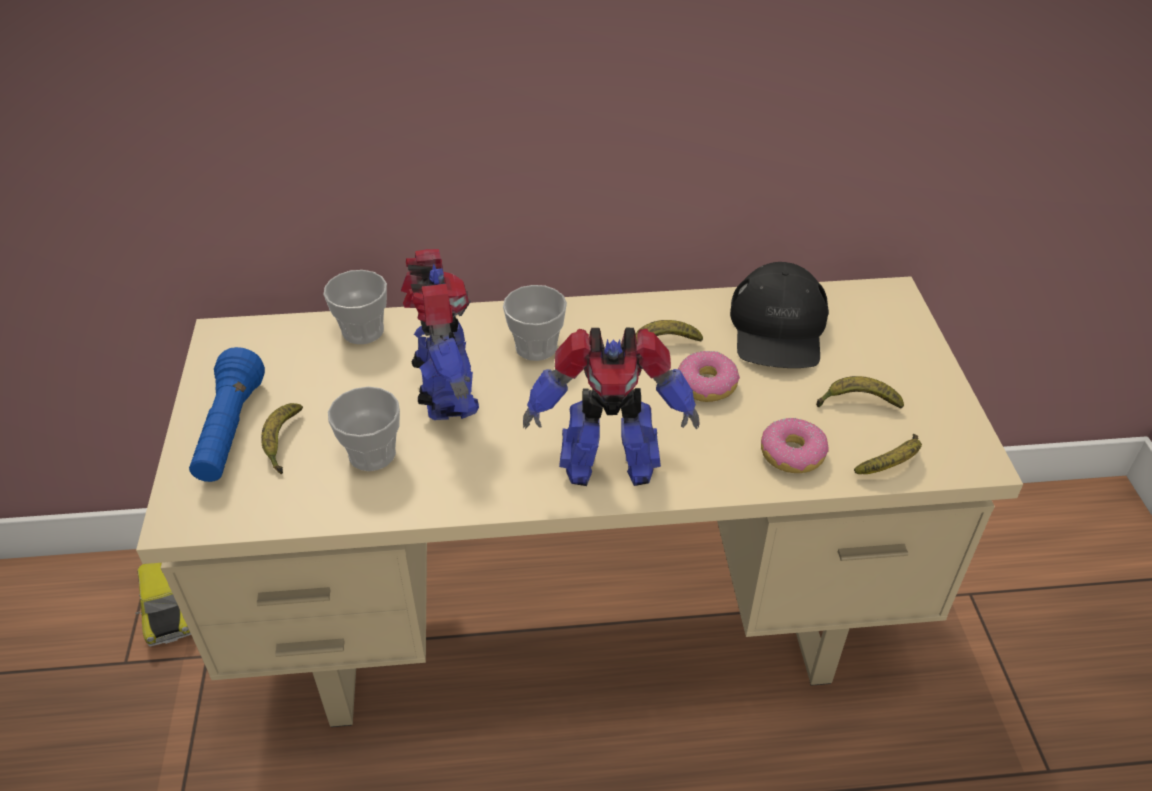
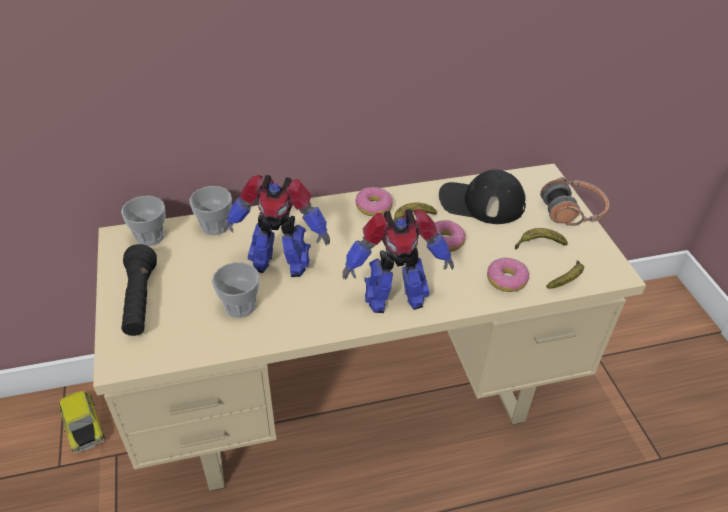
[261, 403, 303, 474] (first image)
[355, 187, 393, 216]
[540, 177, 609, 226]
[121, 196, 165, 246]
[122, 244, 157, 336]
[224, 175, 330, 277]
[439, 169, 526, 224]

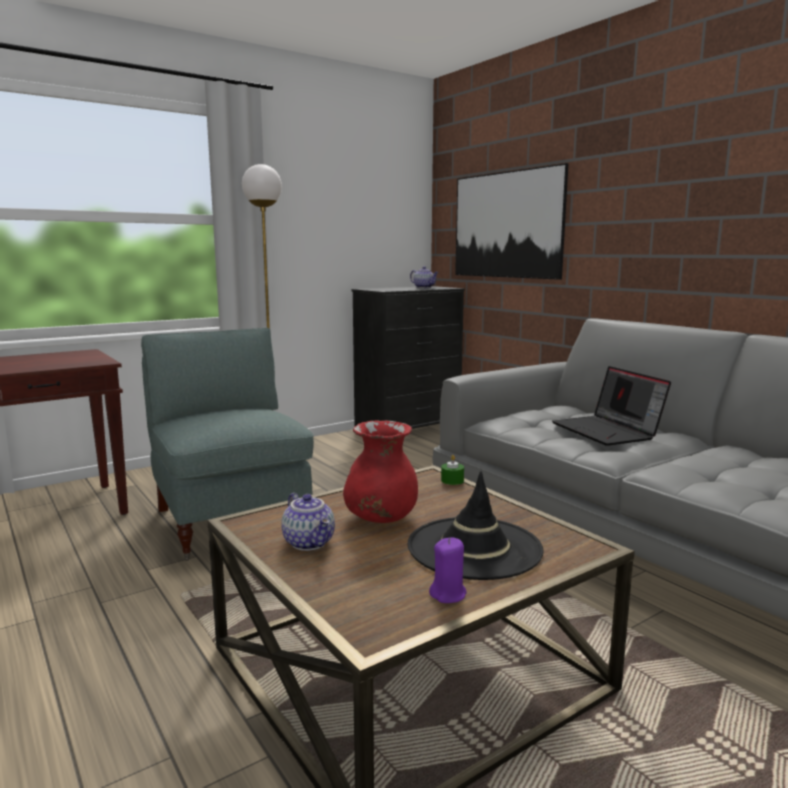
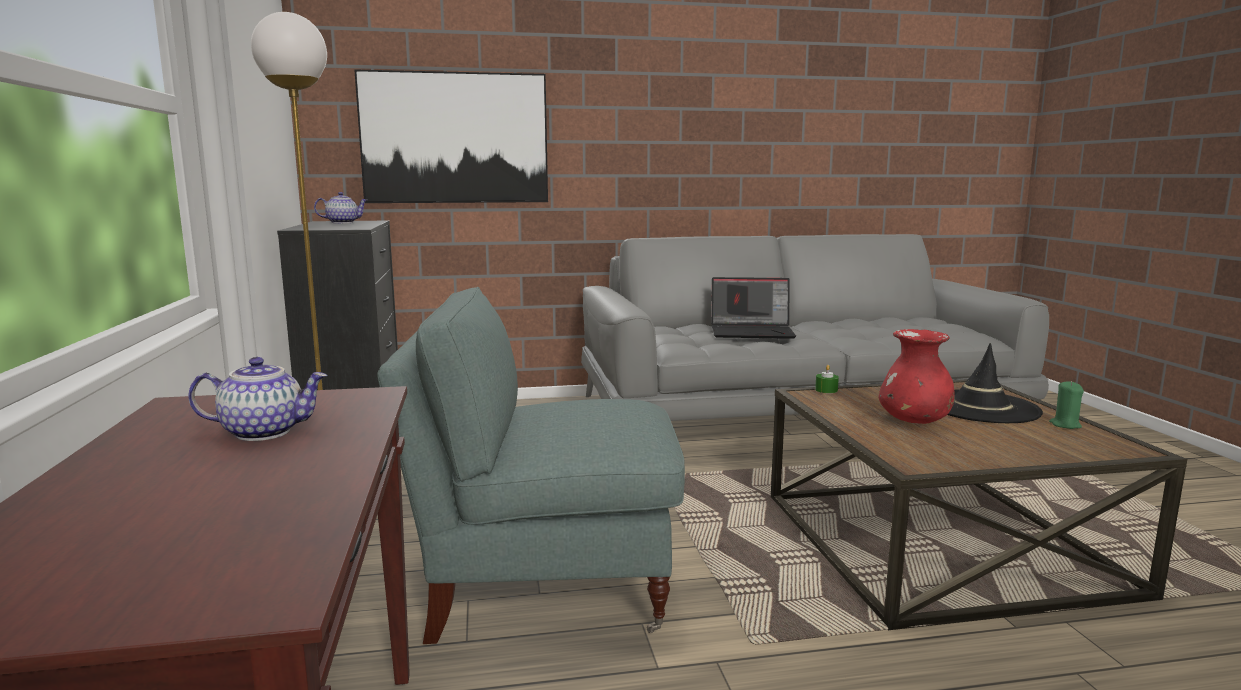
[188, 357, 328, 441]
[1049, 381, 1084, 429]

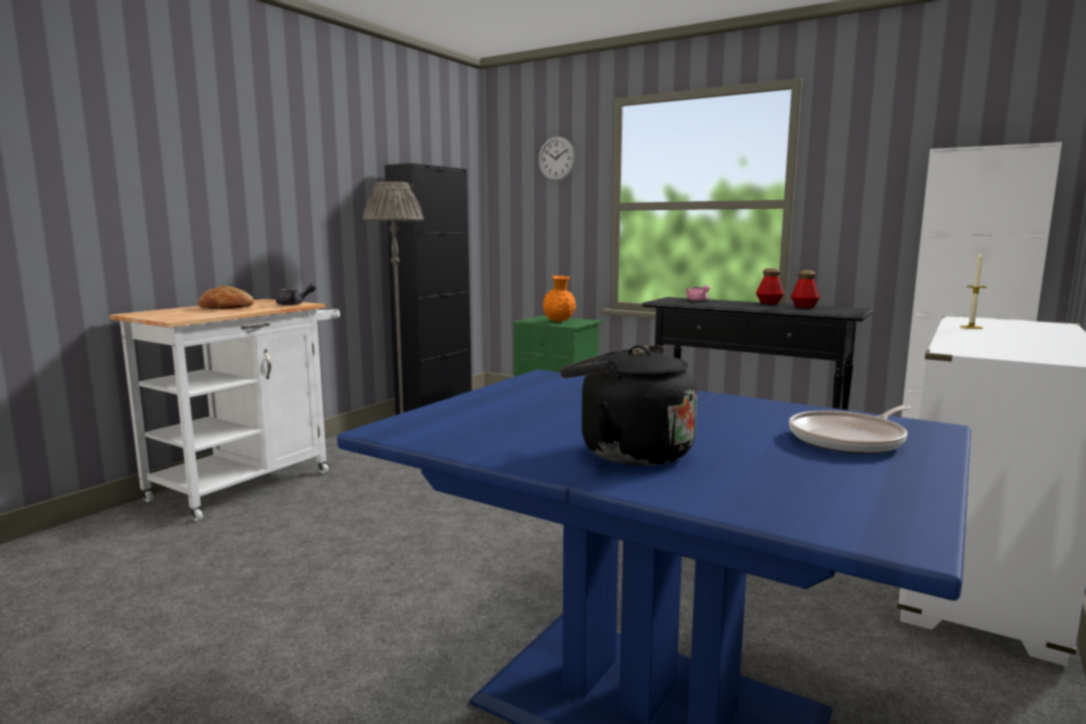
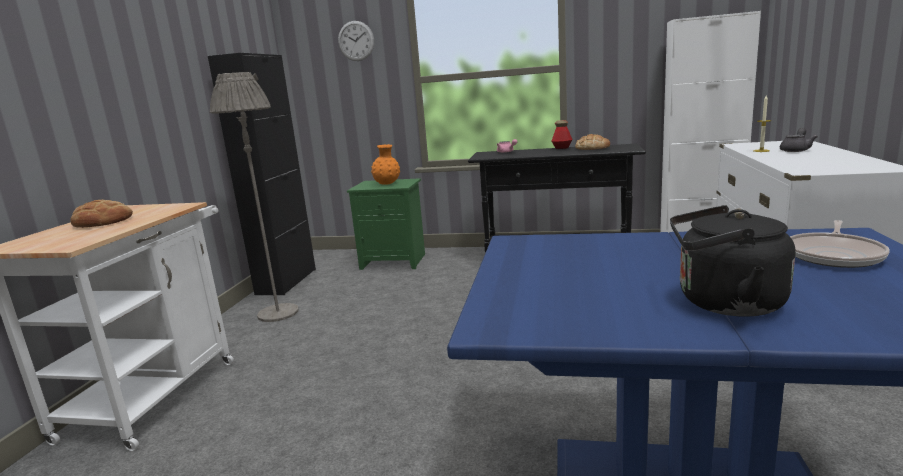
[780, 128, 818, 152]
[575, 134, 610, 150]

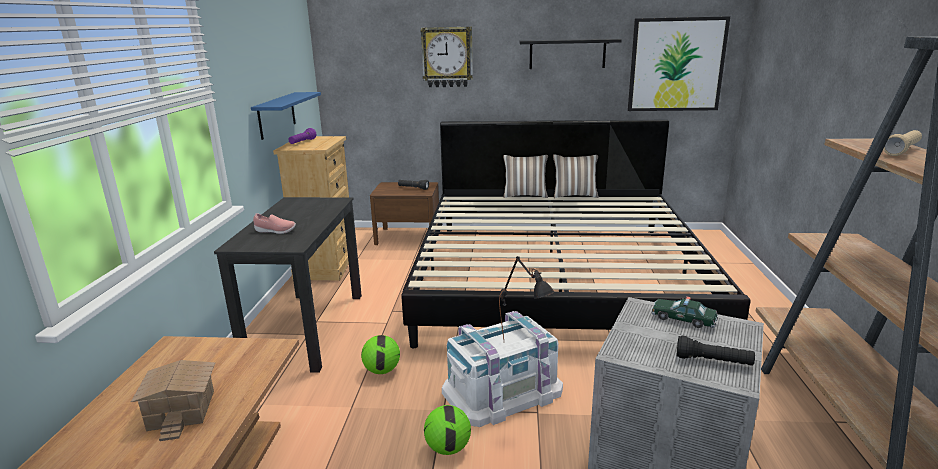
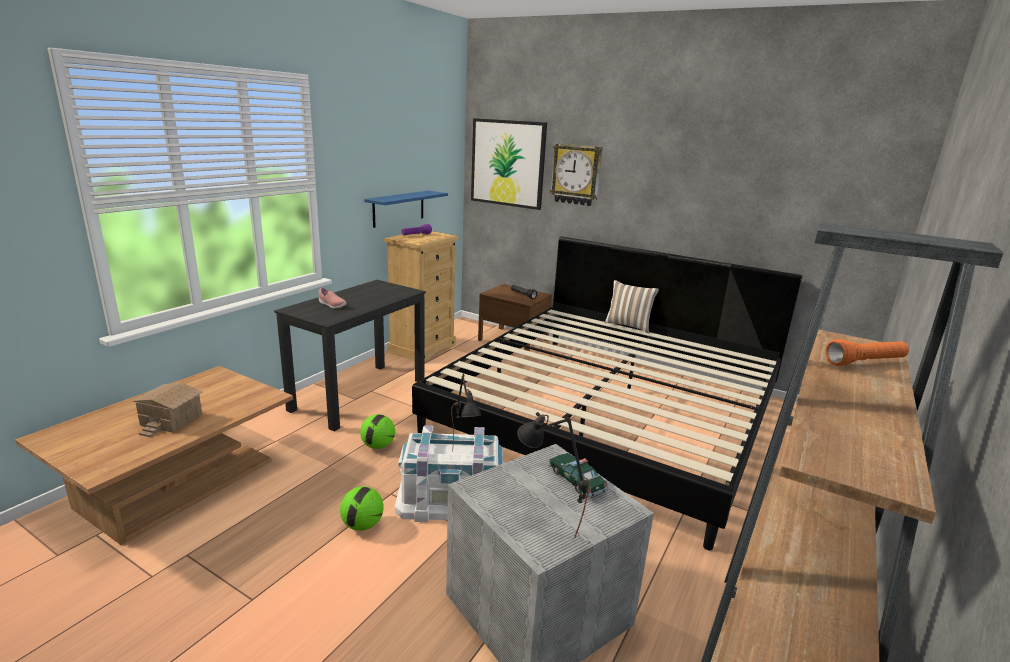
[519, 38, 622, 69] (first image)
[553, 154, 599, 198] (first image)
[471, 118, 547, 210]
[517, 412, 589, 538]
[825, 339, 909, 366]

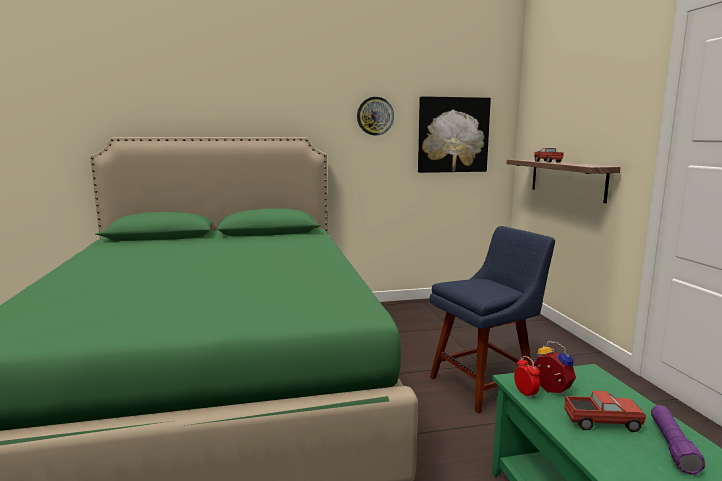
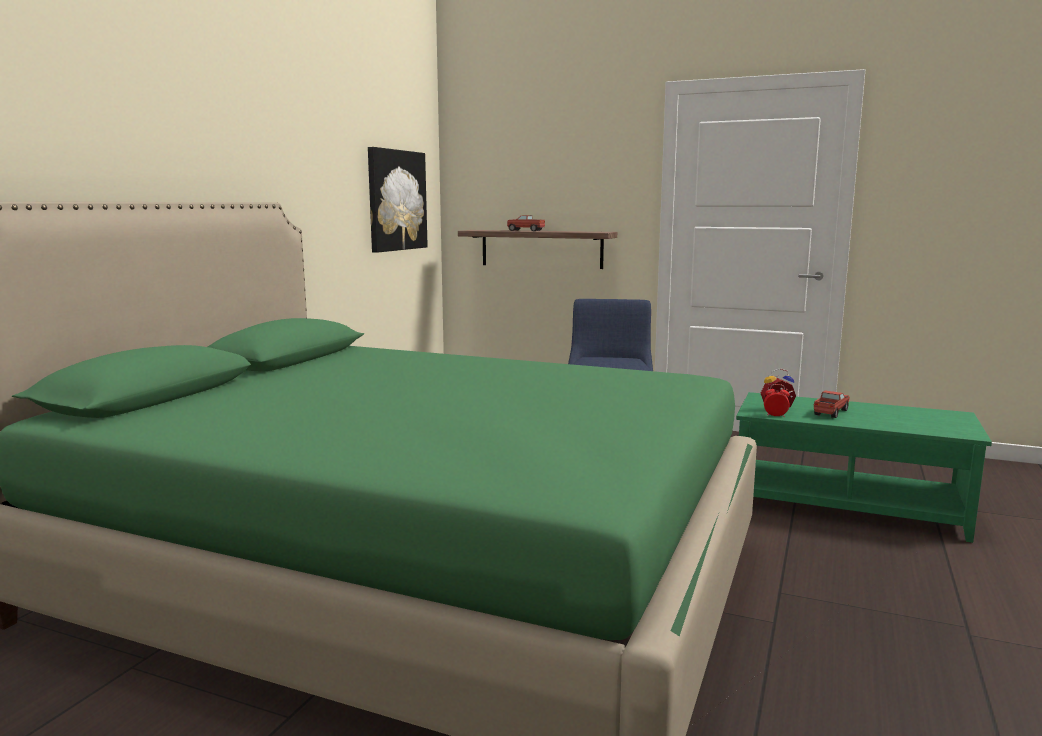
[357, 97, 394, 135] (first image)
[651, 405, 705, 475] (first image)

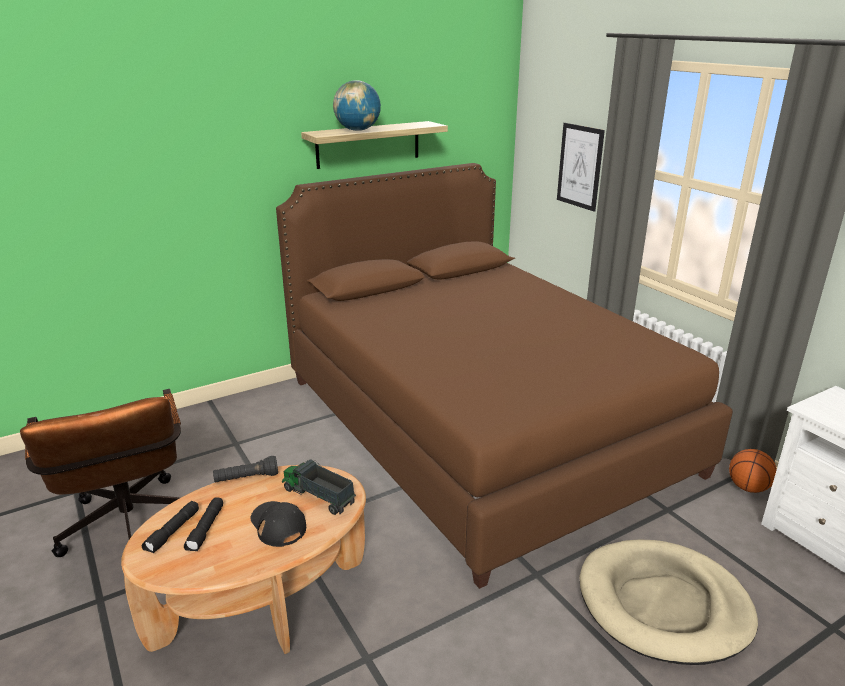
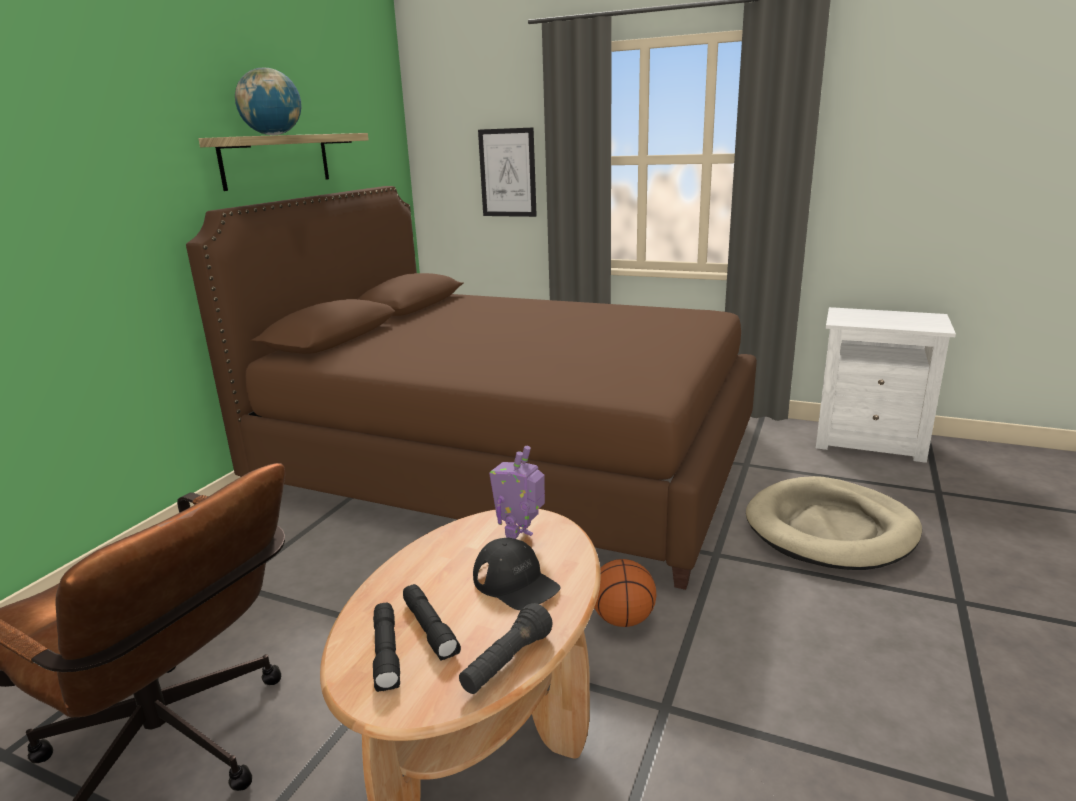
[459, 603, 553, 694]
[594, 559, 657, 627]
[489, 446, 545, 539]
[473, 537, 561, 610]

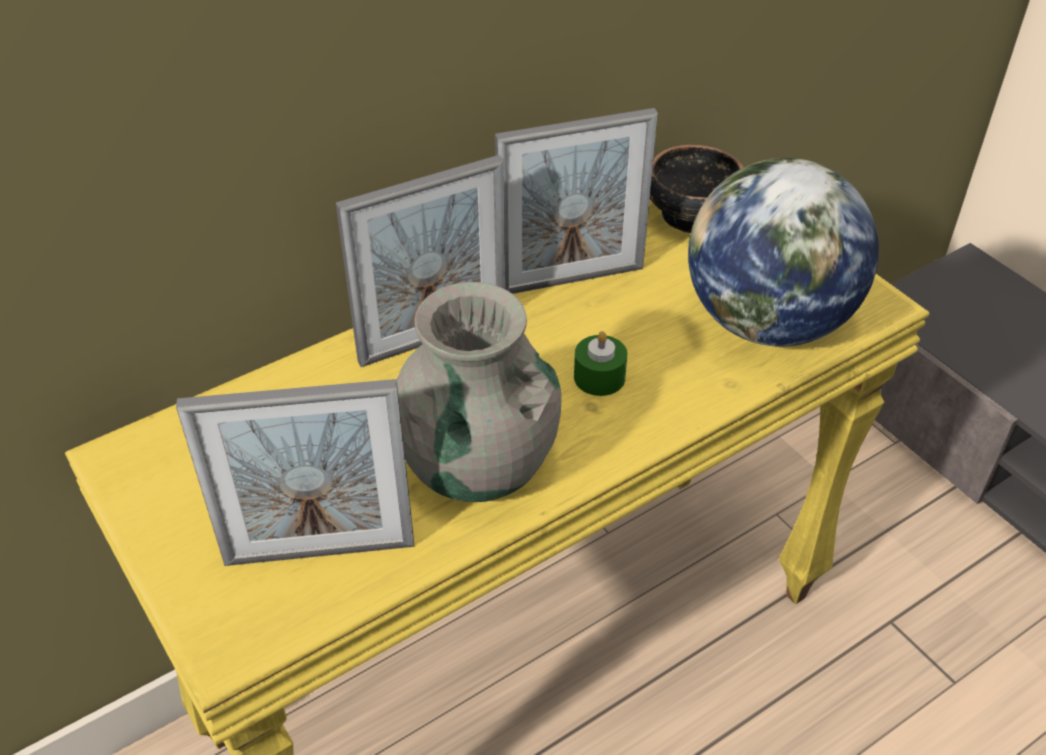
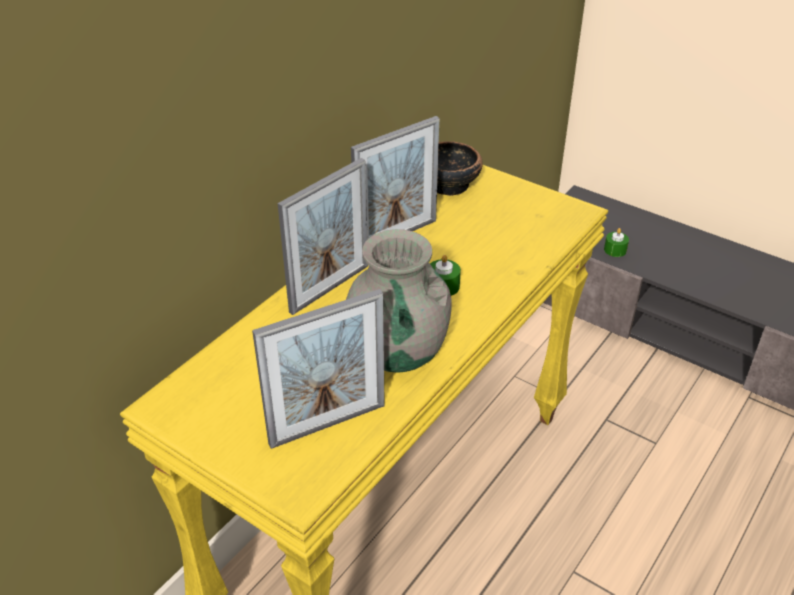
[688, 158, 879, 347] (first image)
[604, 228, 629, 257]

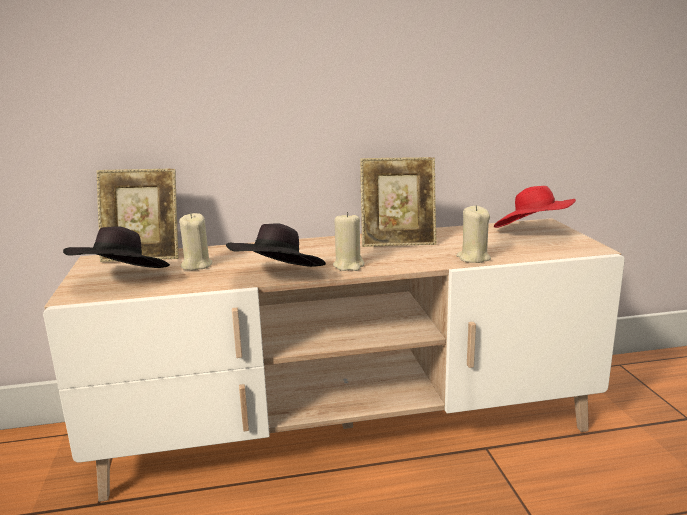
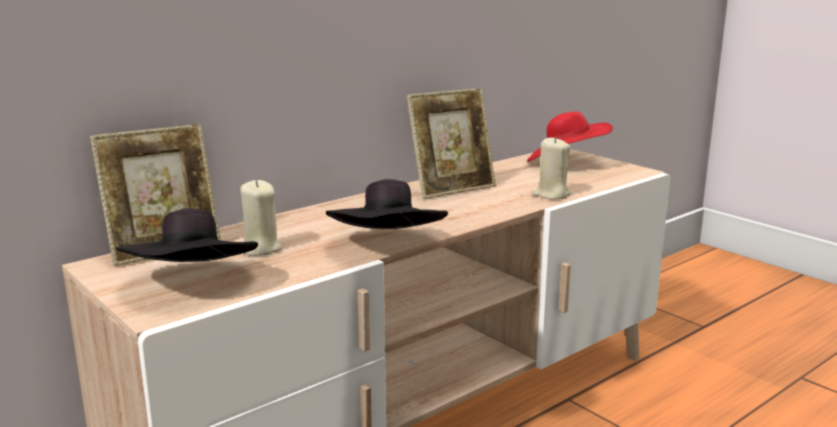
[333, 212, 365, 271] (first image)

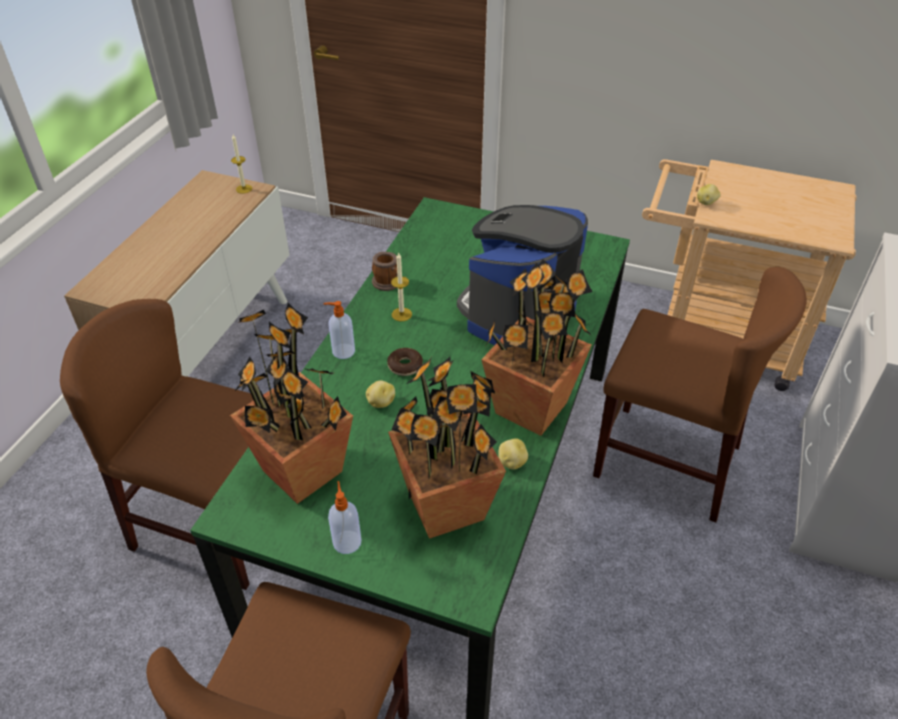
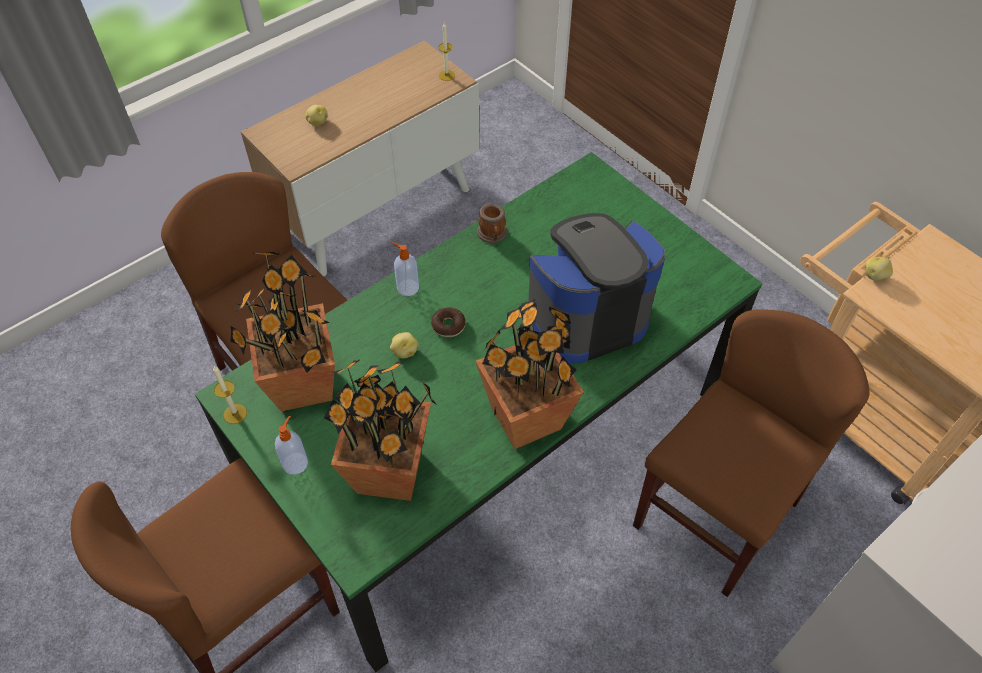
[213, 366, 247, 424]
[305, 105, 327, 126]
[633, 309, 870, 597]

